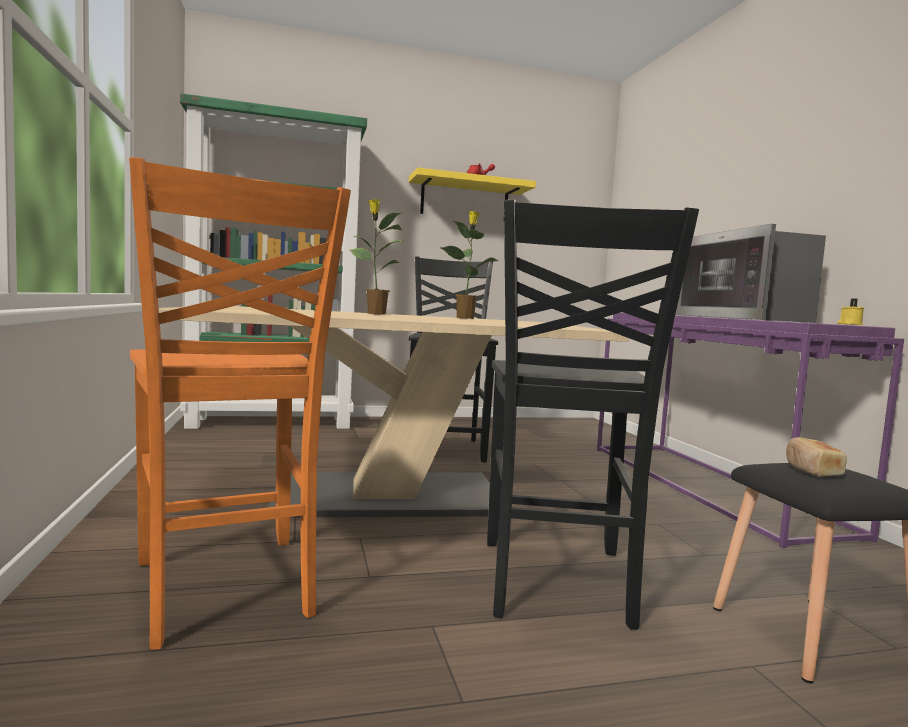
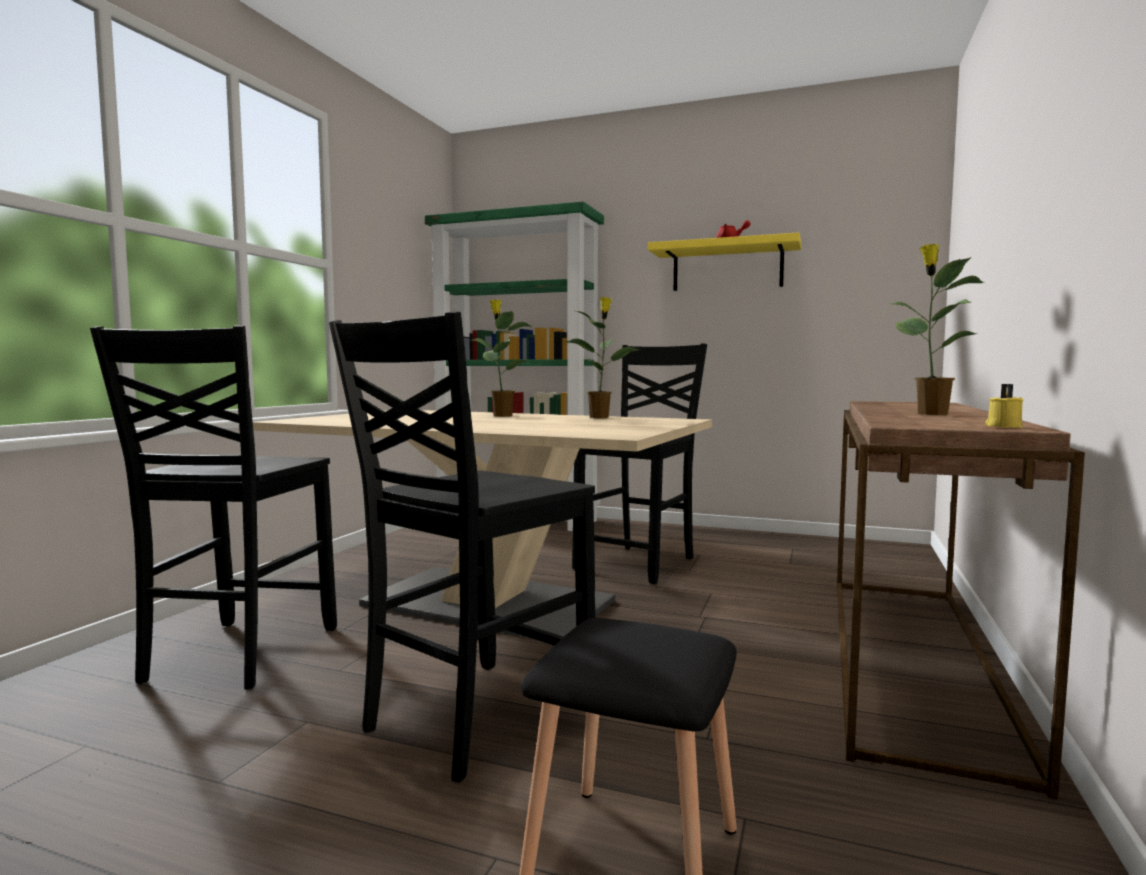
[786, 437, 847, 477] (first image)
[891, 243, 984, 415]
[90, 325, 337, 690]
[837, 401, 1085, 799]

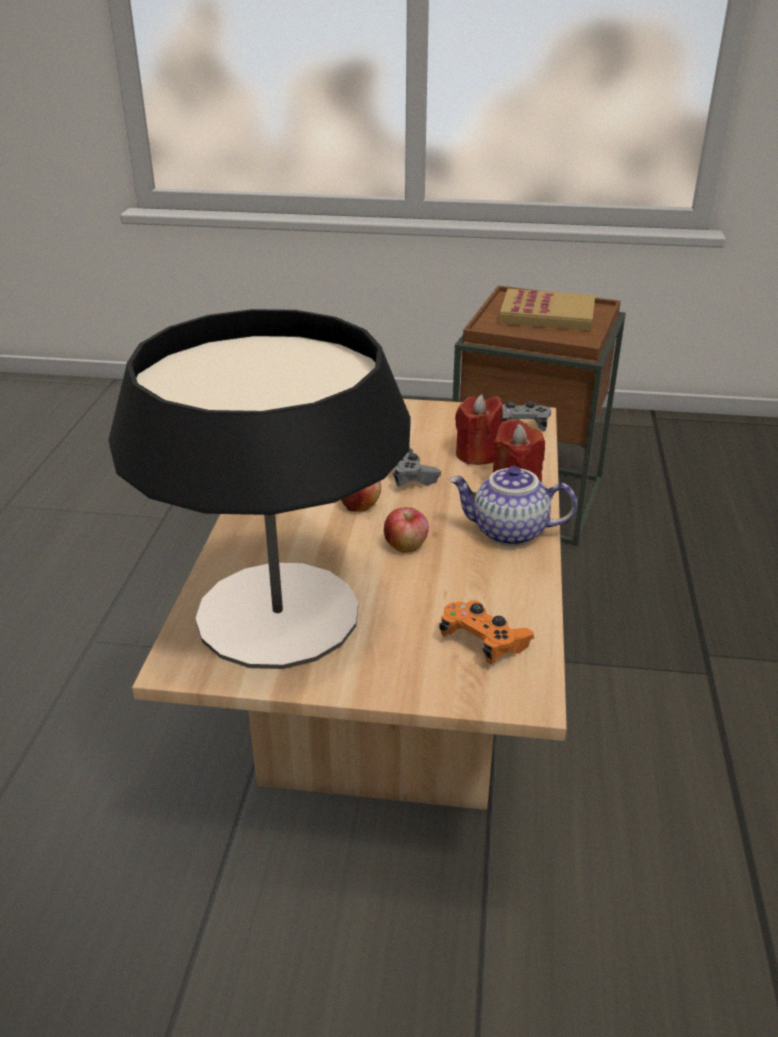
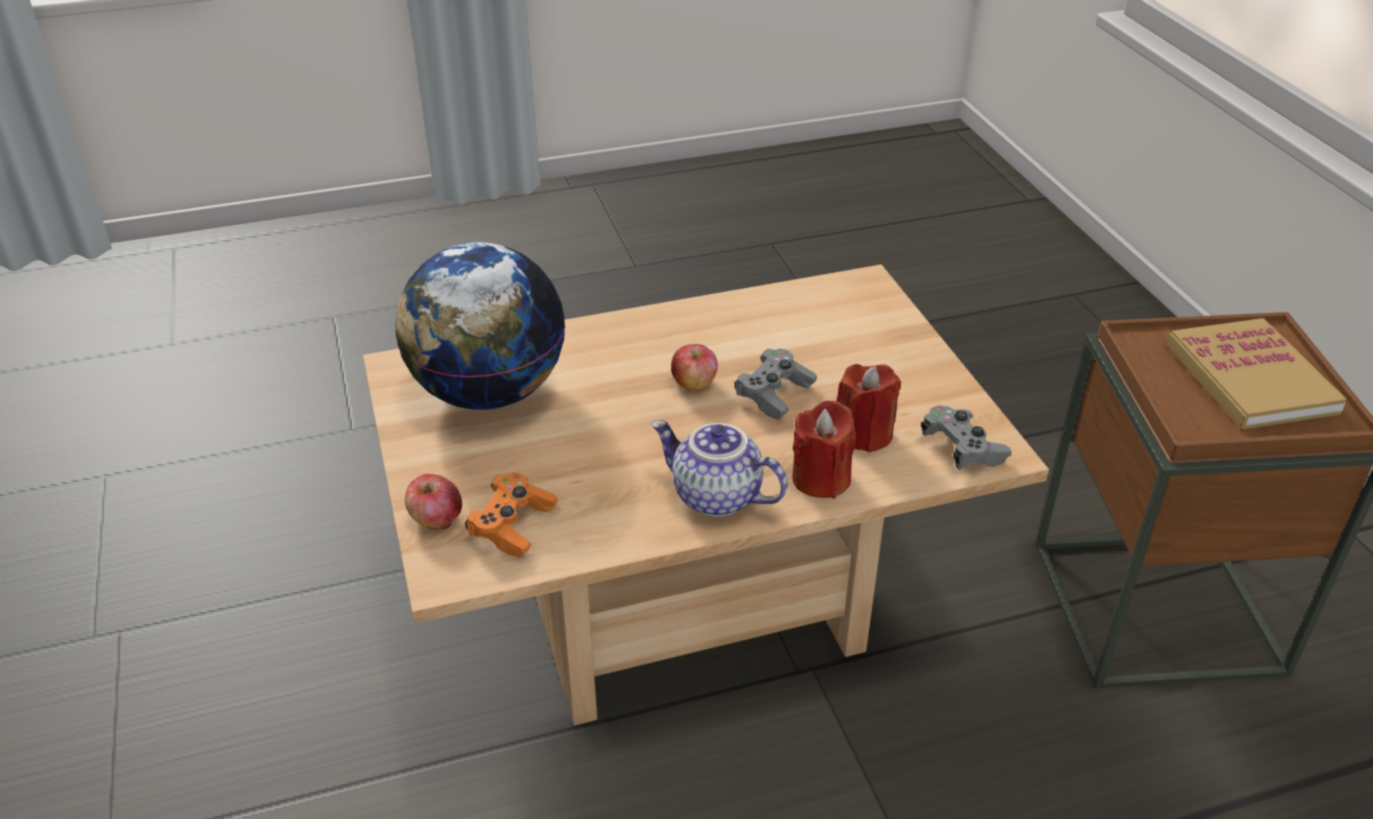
[405, 474, 462, 530]
[395, 242, 565, 410]
[651, 420, 787, 517]

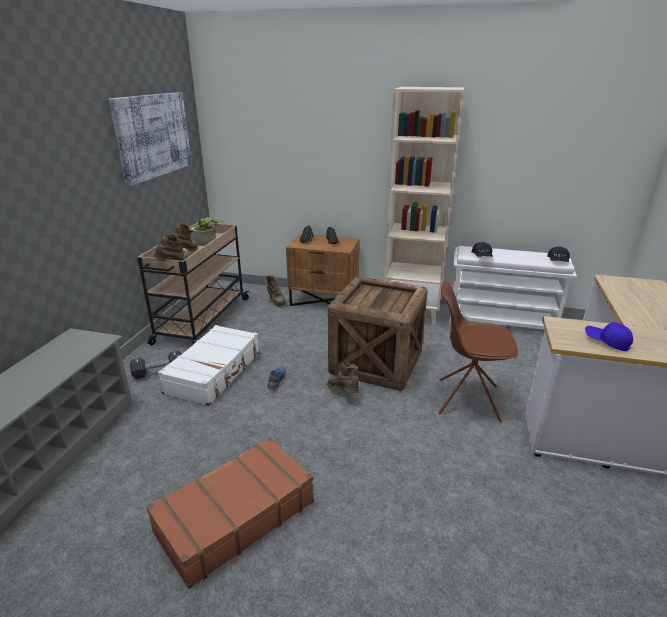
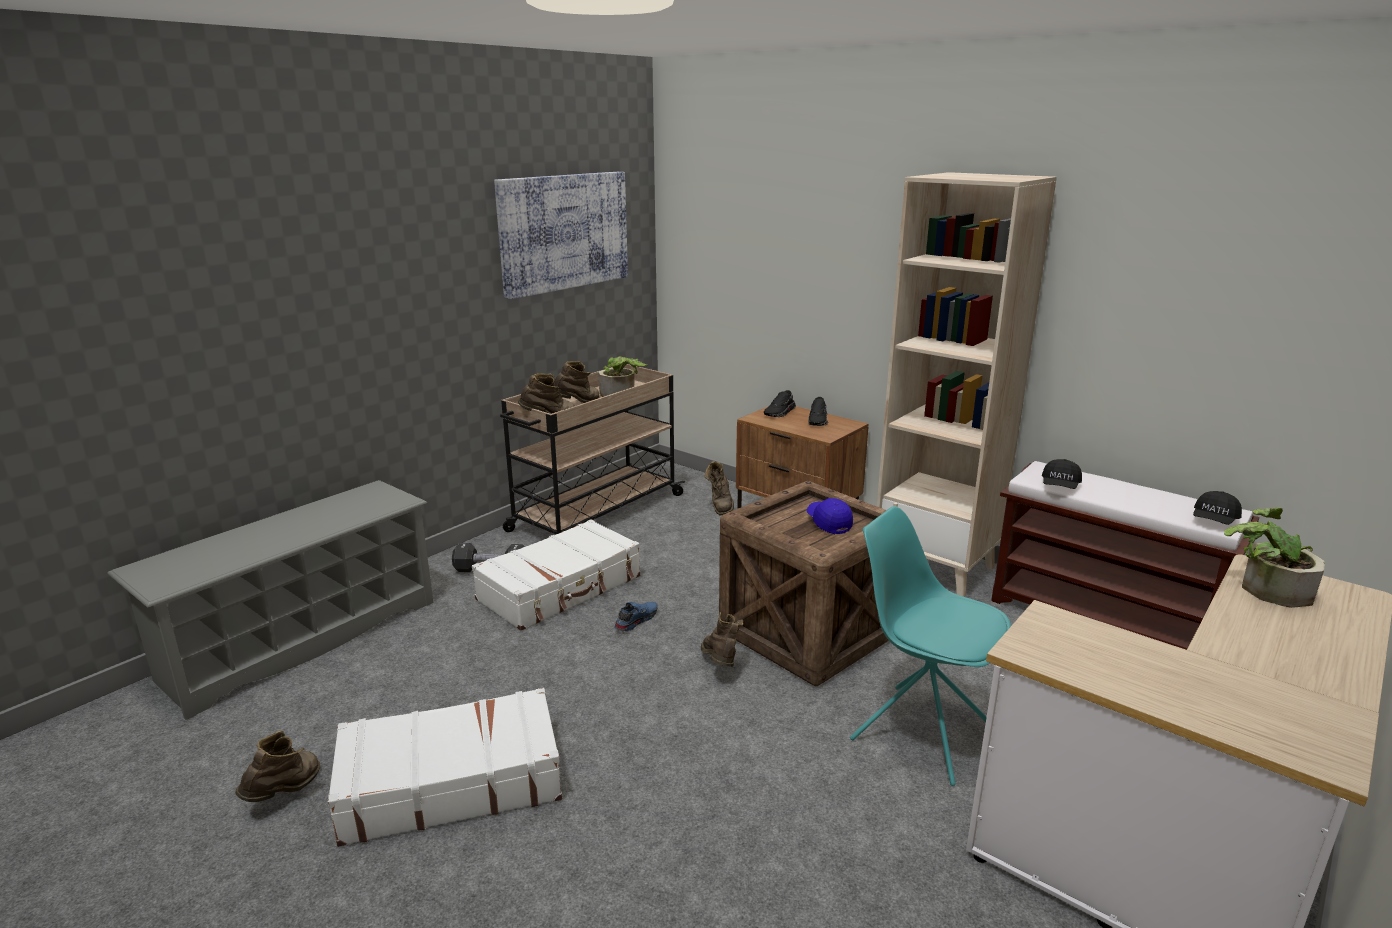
[235, 731, 320, 802]
[1224, 507, 1325, 608]
[807, 498, 853, 534]
[328, 688, 562, 847]
[850, 506, 1011, 786]
[991, 461, 1259, 650]

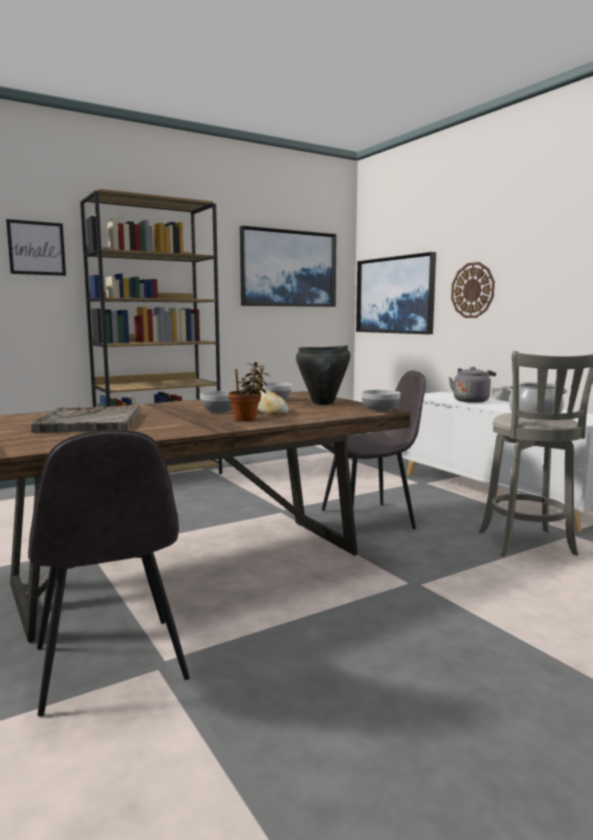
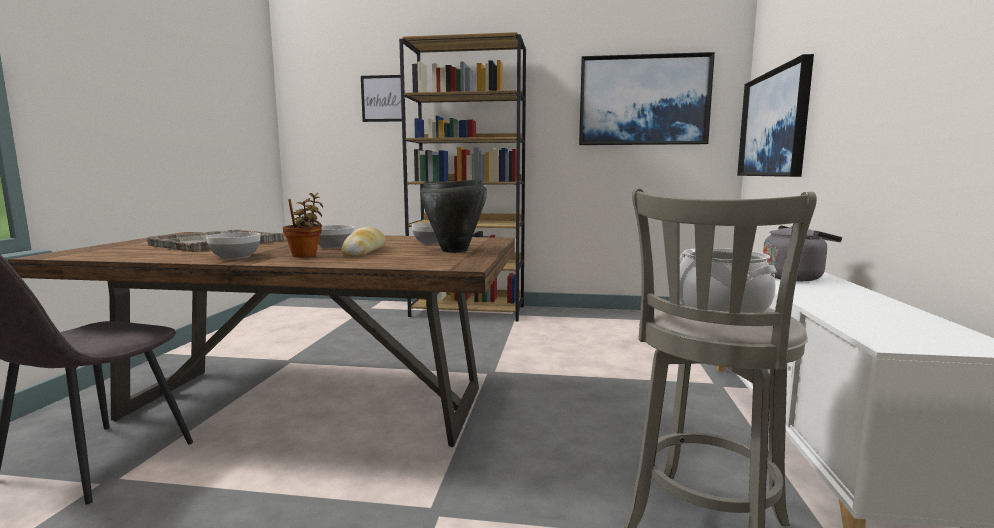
[321, 371, 426, 529] (first image)
[451, 262, 495, 318] (first image)
[206, 232, 260, 259]

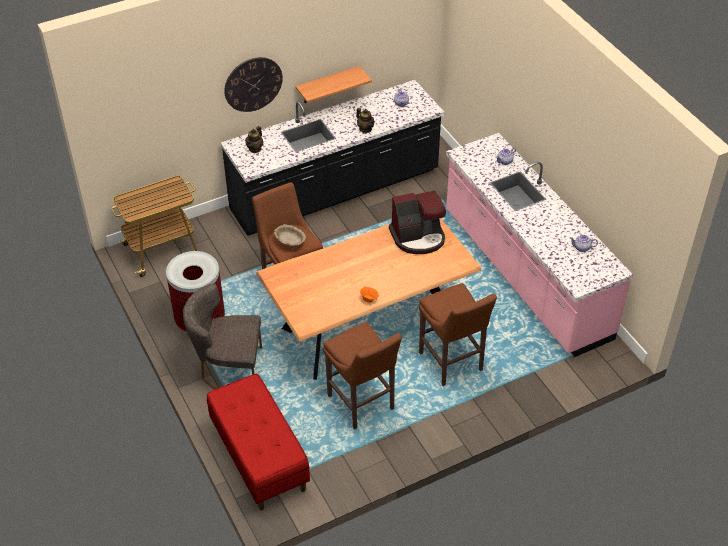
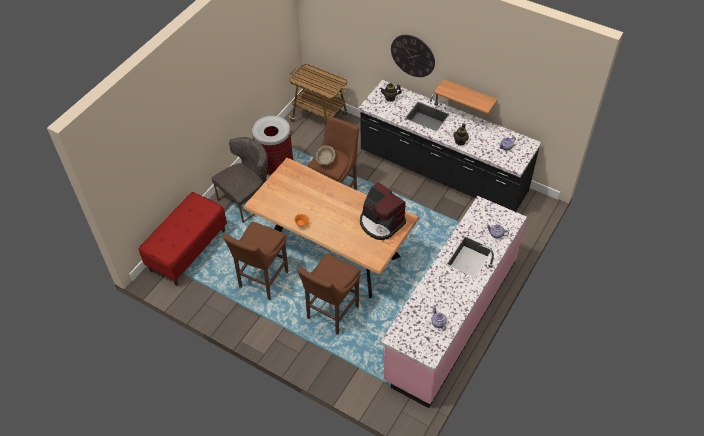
[212, 137, 268, 223]

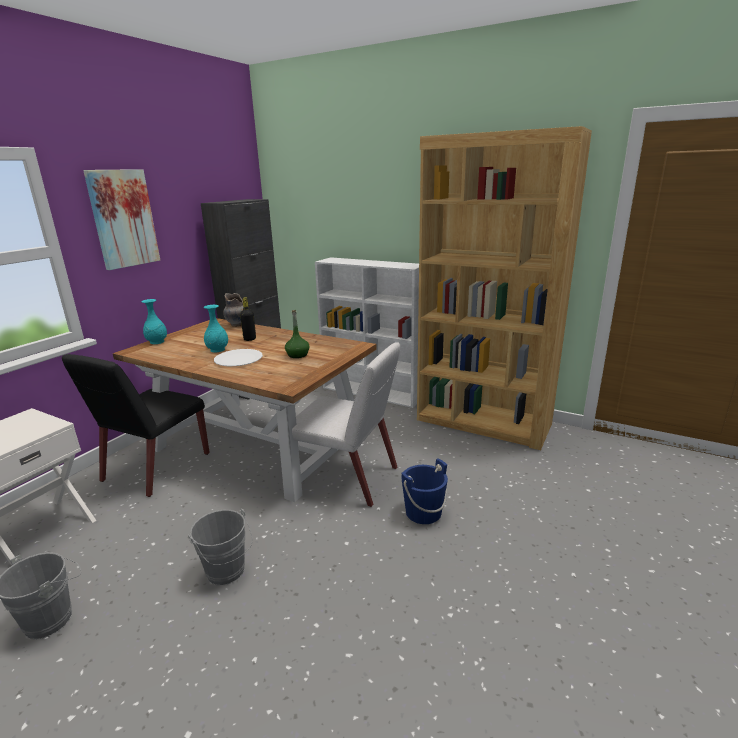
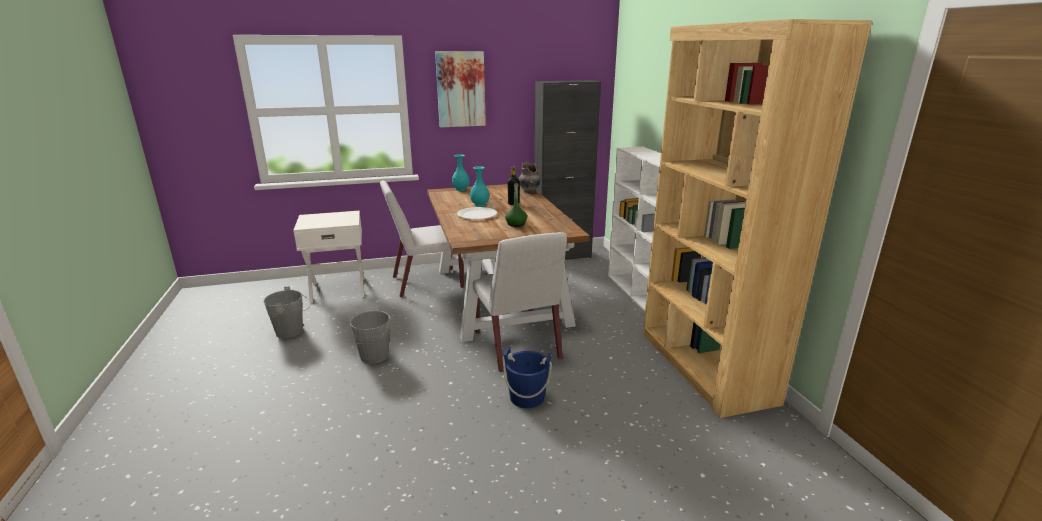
[380, 180, 464, 297]

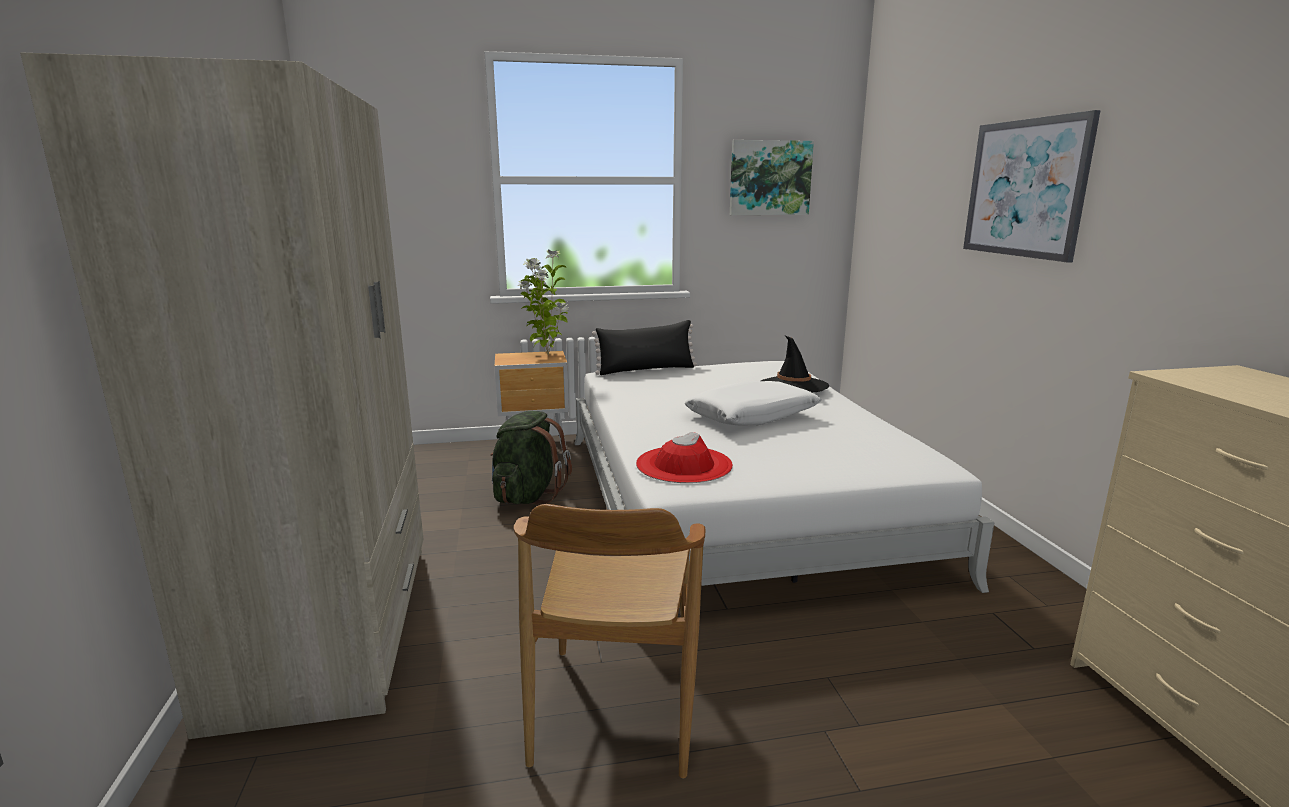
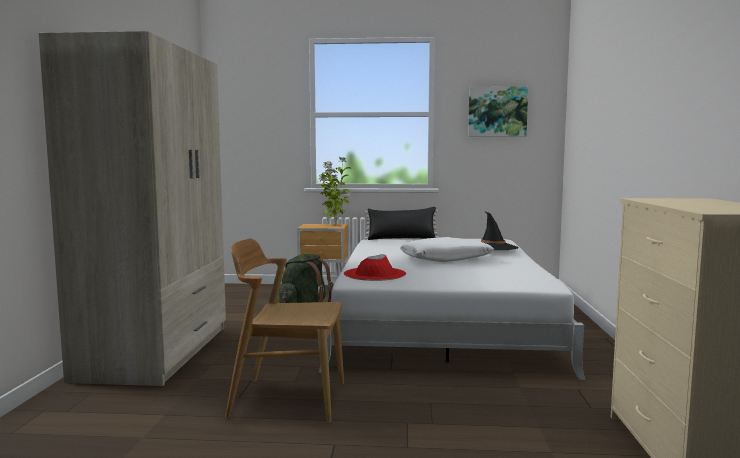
[963, 110, 1101, 263] (first image)
[225, 238, 344, 423]

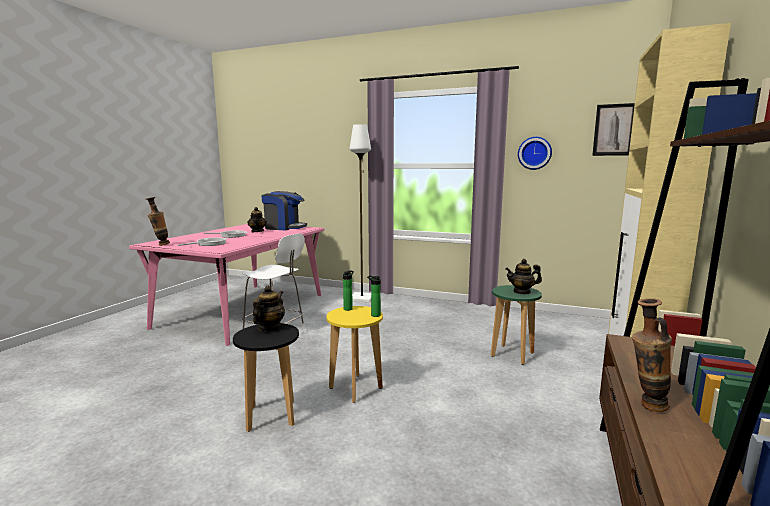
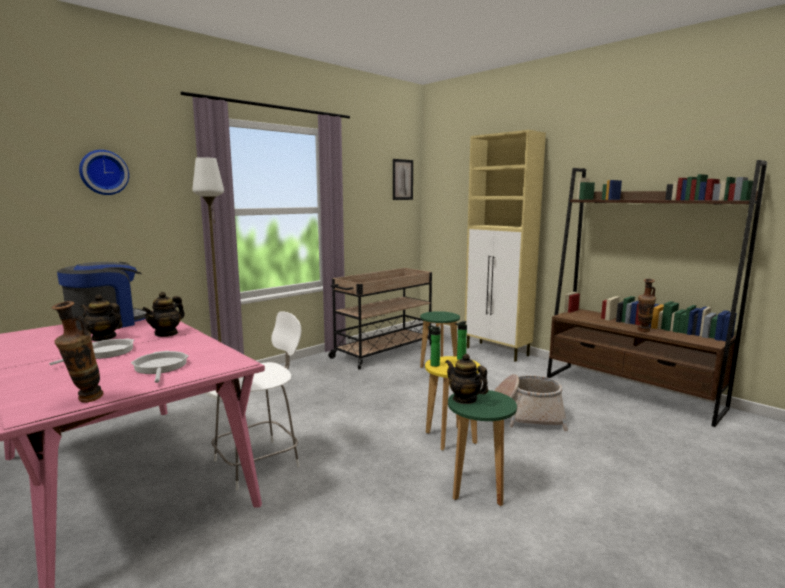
[328, 268, 432, 370]
[494, 374, 568, 431]
[142, 292, 185, 337]
[79, 150, 129, 195]
[448, 389, 517, 506]

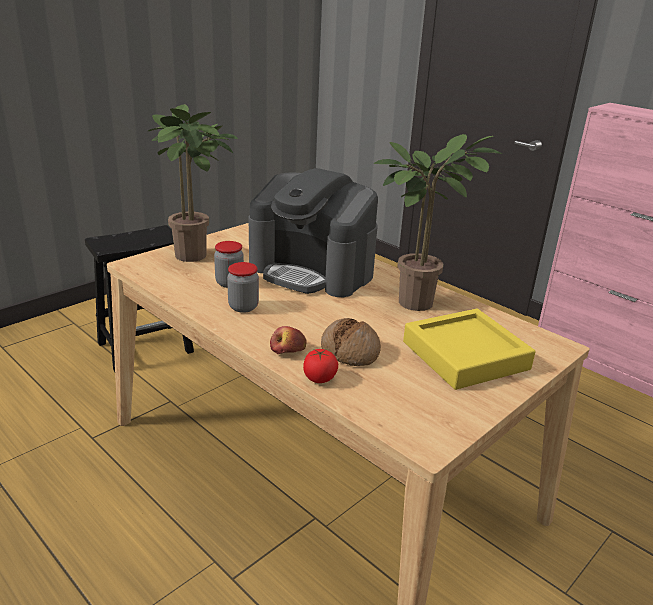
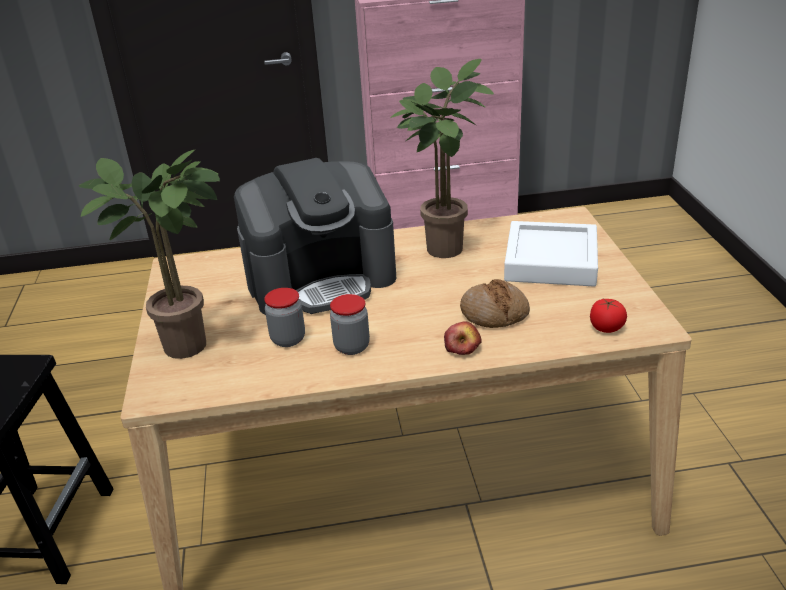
[590, 299, 627, 333]
[504, 221, 598, 286]

